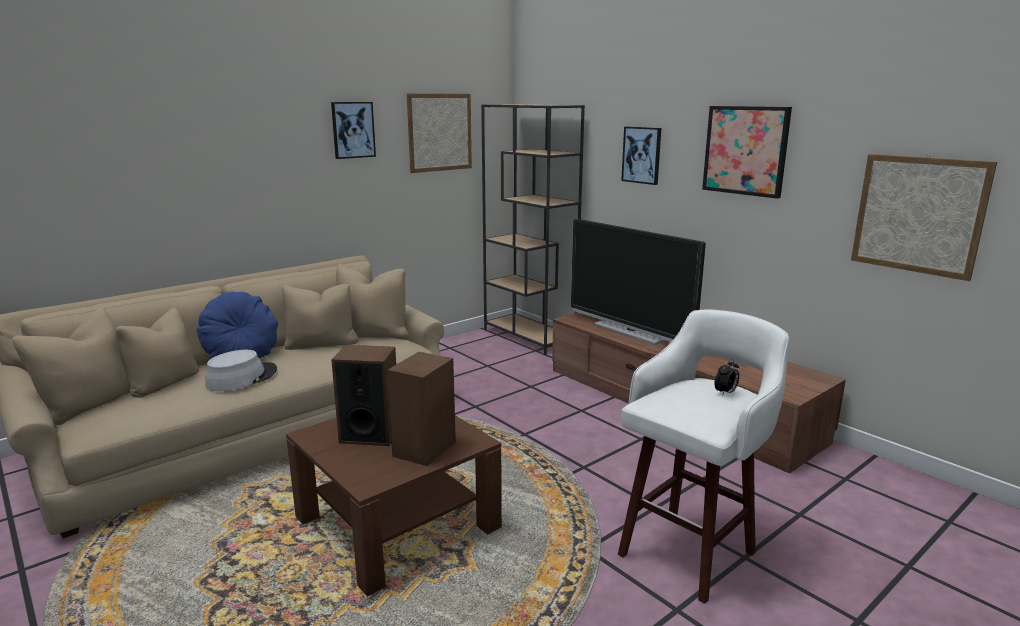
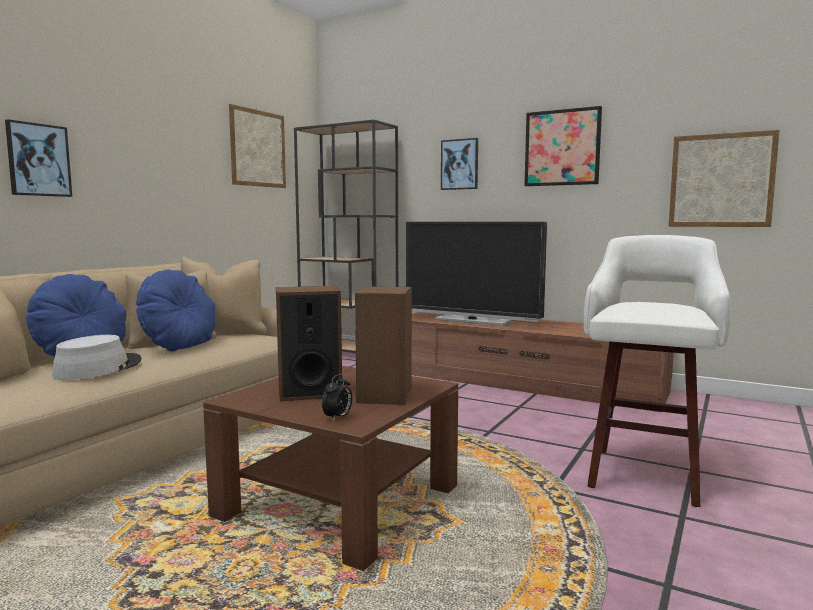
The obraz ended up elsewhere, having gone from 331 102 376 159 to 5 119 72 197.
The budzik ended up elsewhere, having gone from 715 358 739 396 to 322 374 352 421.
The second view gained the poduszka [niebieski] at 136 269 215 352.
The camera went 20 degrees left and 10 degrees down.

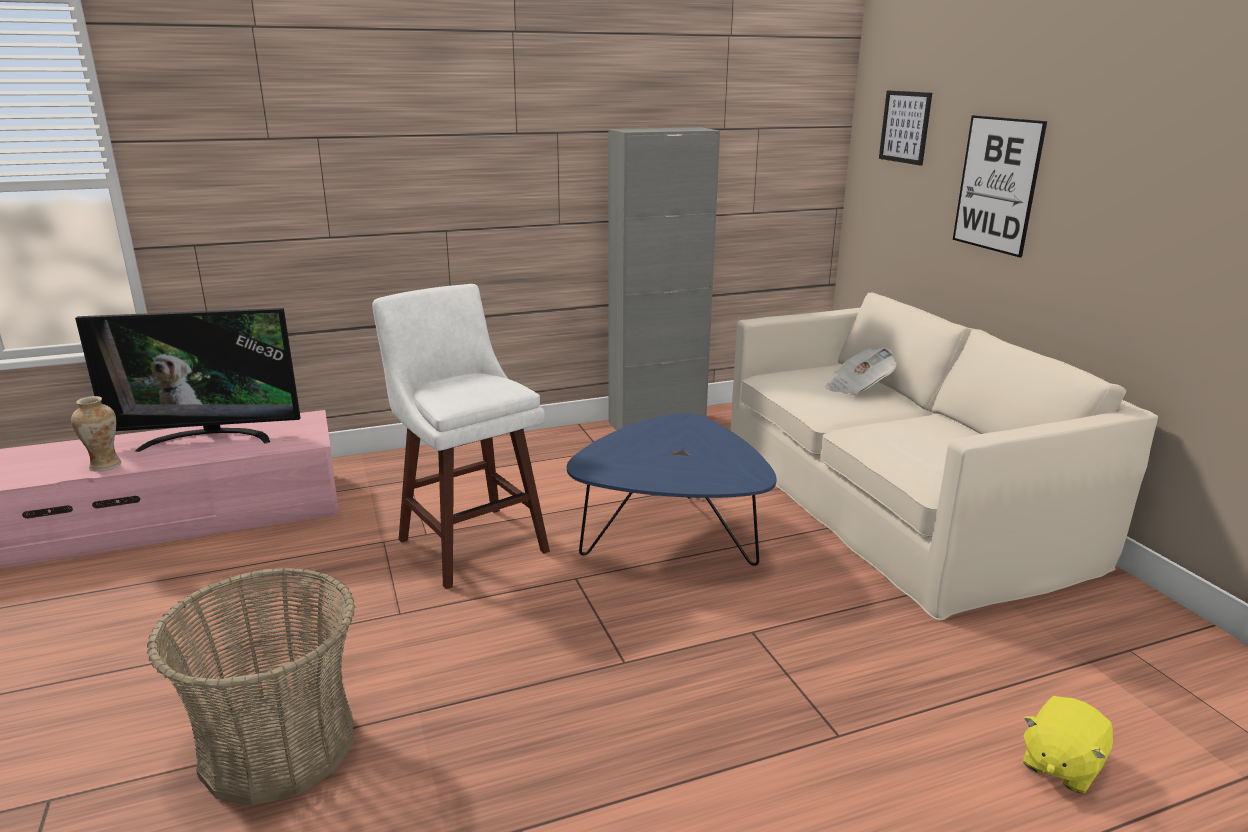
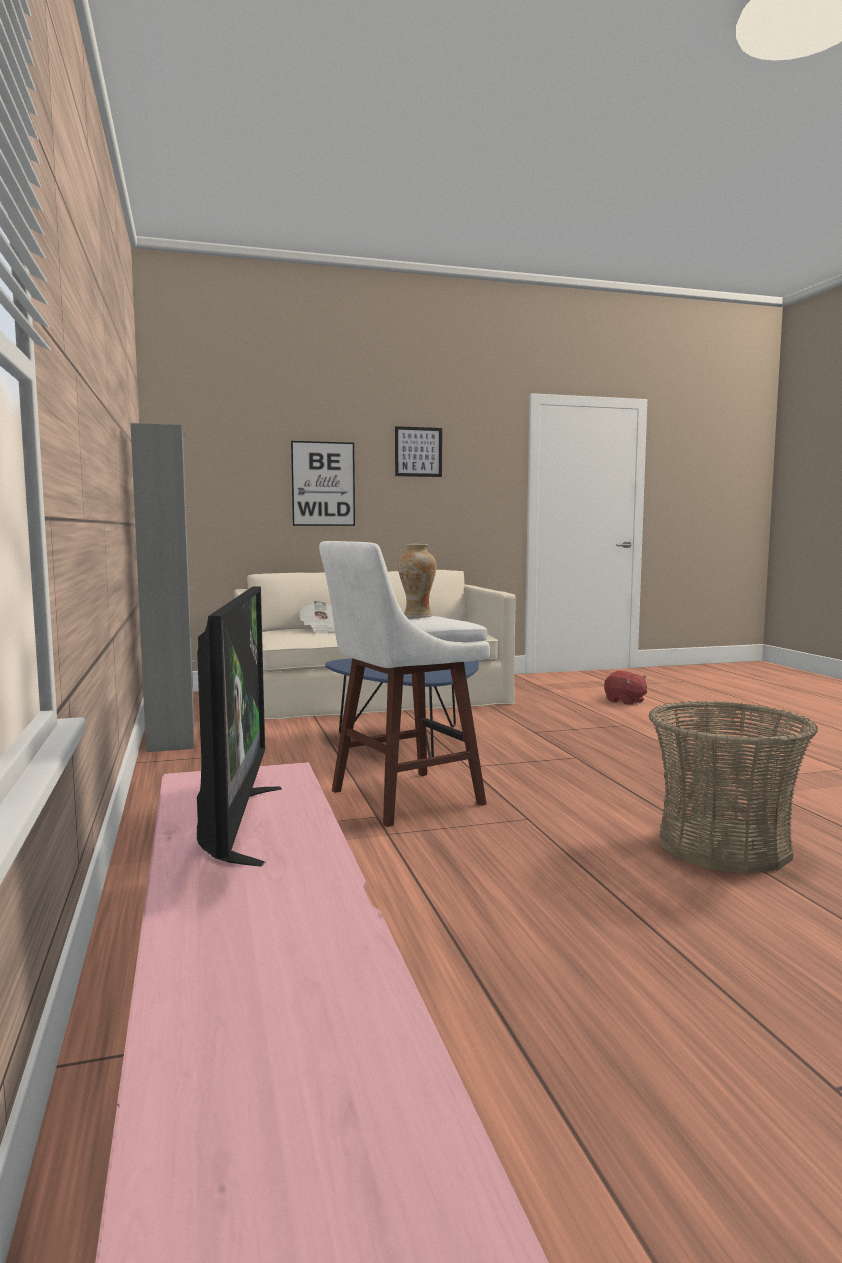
The obraz ended up elsewhere, having gone from 879 91 932 166 to 395 426 442 477.
The wazon ended up elsewhere, having gone from 71 396 121 471 to 398 544 436 618.
What was the pluszak [żółty] at 1023 696 1113 794 turned into the pluszak [czerwony] at 604 671 647 705.
The camera went 85 degrees left and 15 degrees down.

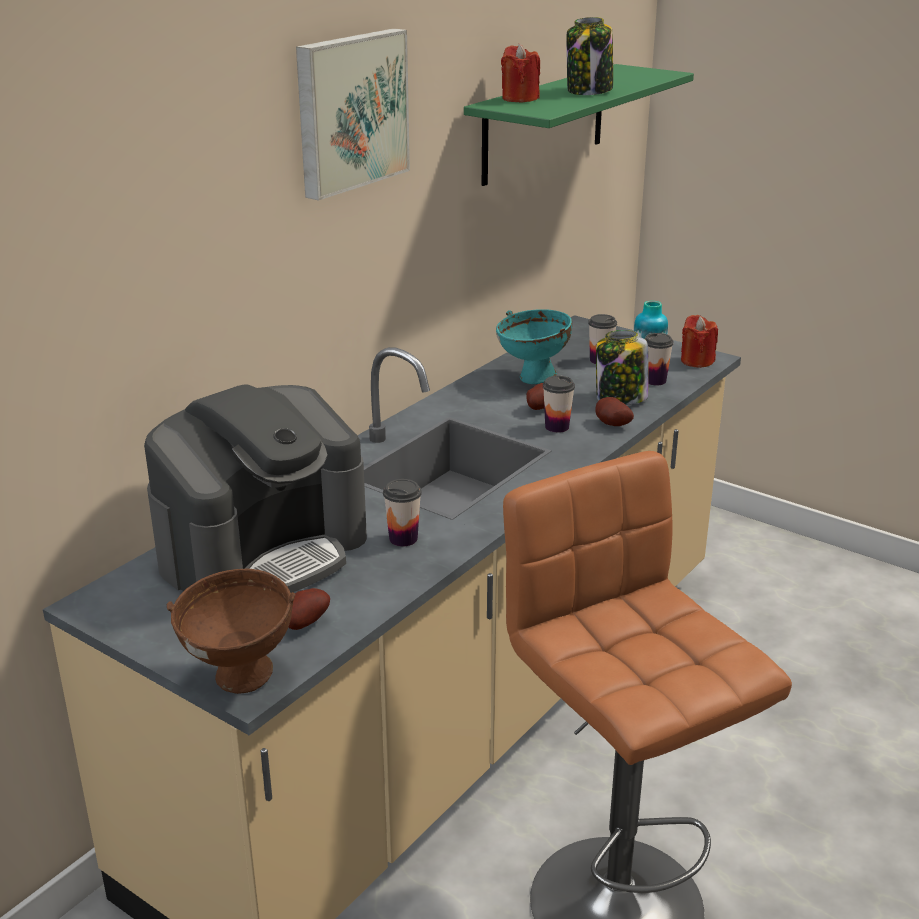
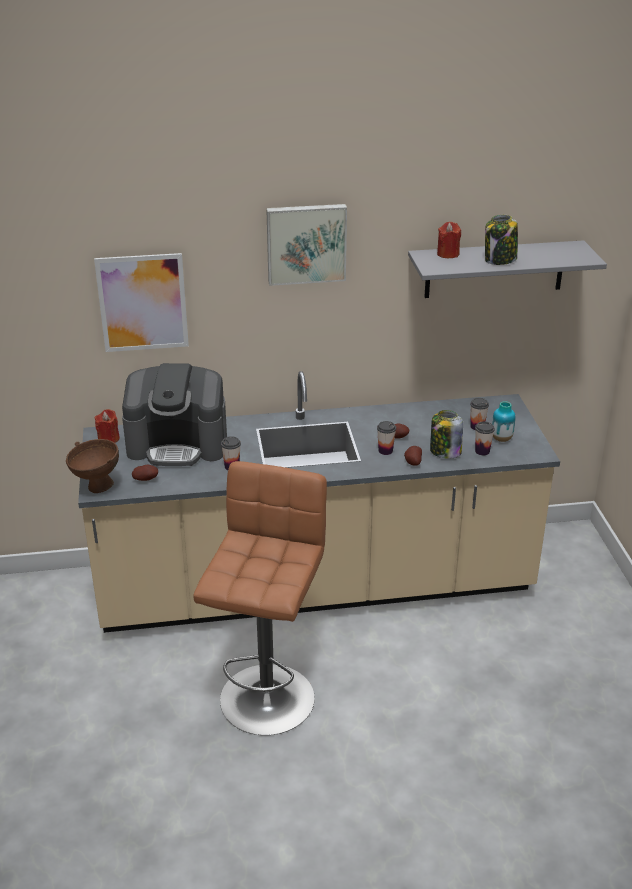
What was the półka [zielony] at 464 64 694 186 turned into the półka [szary] at 408 240 607 298.
The second view lost the miska [turkusowy] at 496 309 572 384.
The świeca [czerwony] ended up elsewhere, having gone from 681 315 718 368 to 95 409 120 443.
The second view gained the obraz at 94 253 189 352.
The camera went 45 degrees right and 5 degrees up.

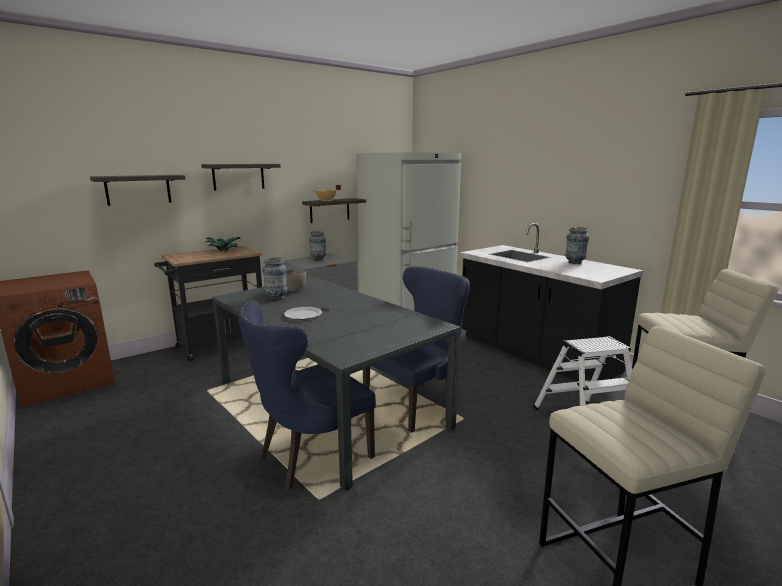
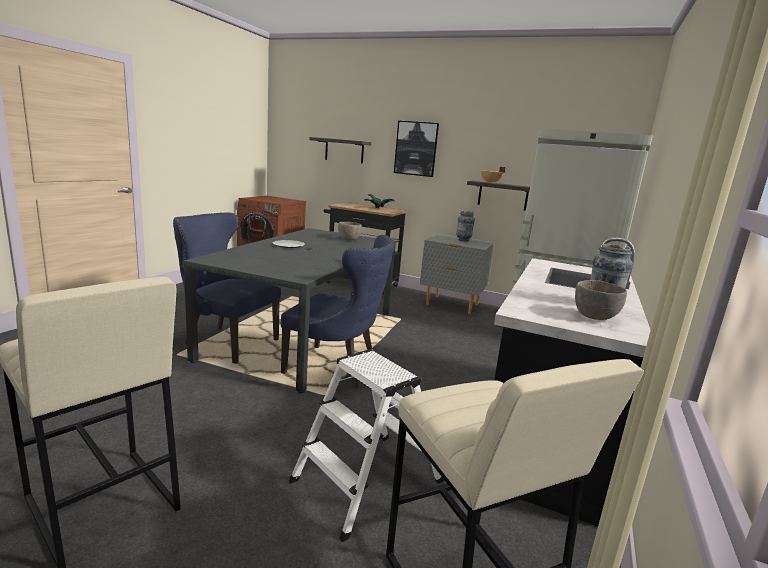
Where the półka hung at 201 164 281 191, the obraz came to hang at 394 121 439 177.
The second view lost the wazon at 262 257 287 300.
The second view gained the miska [szary] at 575 280 627 320.
The camera went 60 degrees right and 0 degrees up.

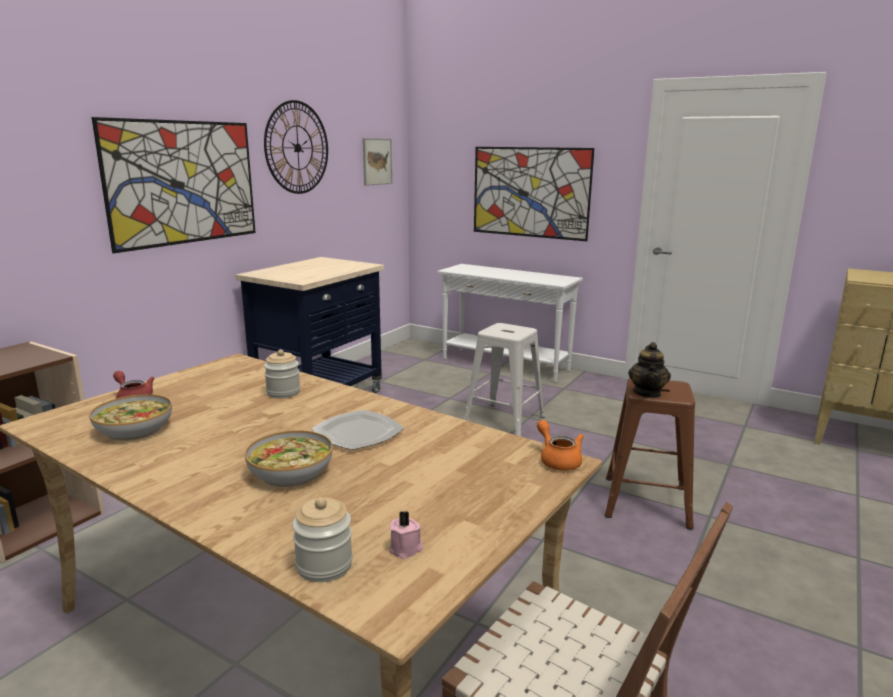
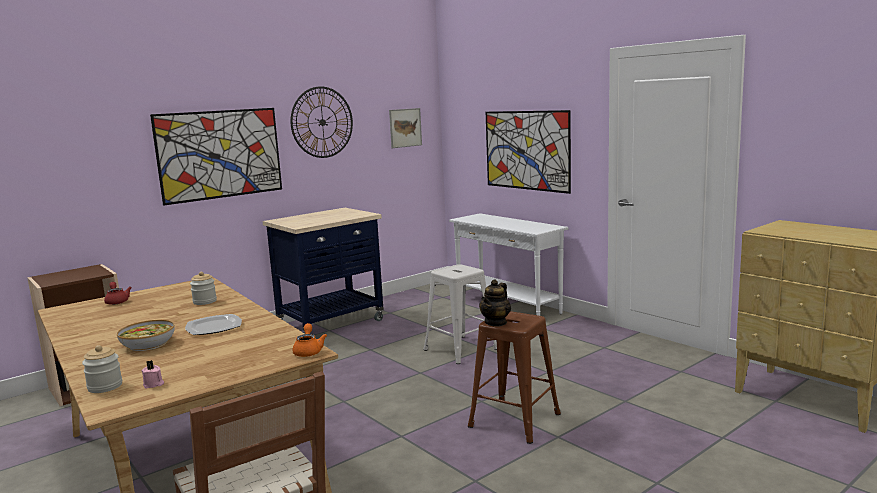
The second view lost the miska at 89 394 172 441.
The camera went 20 degrees right and 5 degrees down.

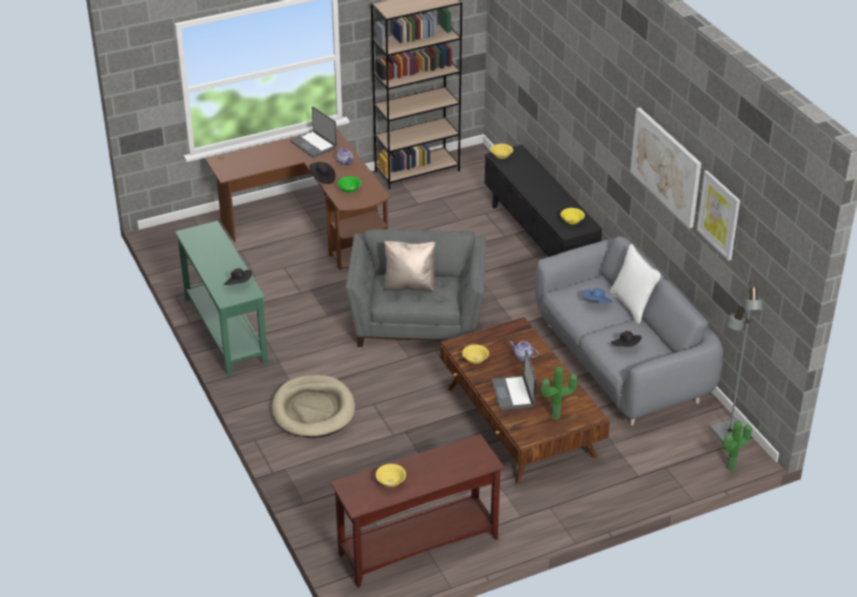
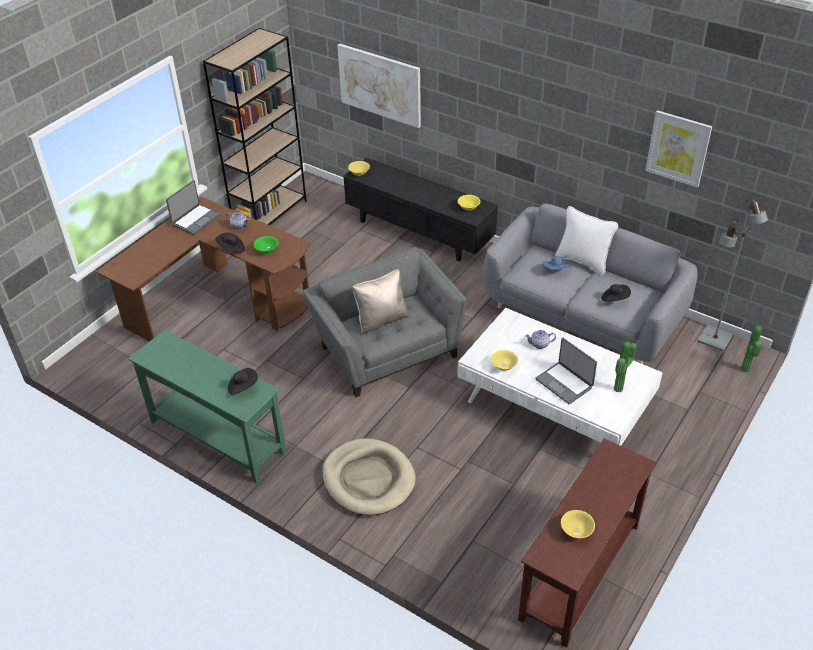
The laptop at 291 106 337 158 ended up facing another way, 75 degrees counterclockwise from before.
The obraz ended up elsewhere, having gone from 630 108 701 228 to 337 43 421 128.
What was the ława [brązowy] at 440 317 610 484 turned into the ława [biały] at 457 308 663 446.
The camera went 30 degrees left and 5 degrees up.

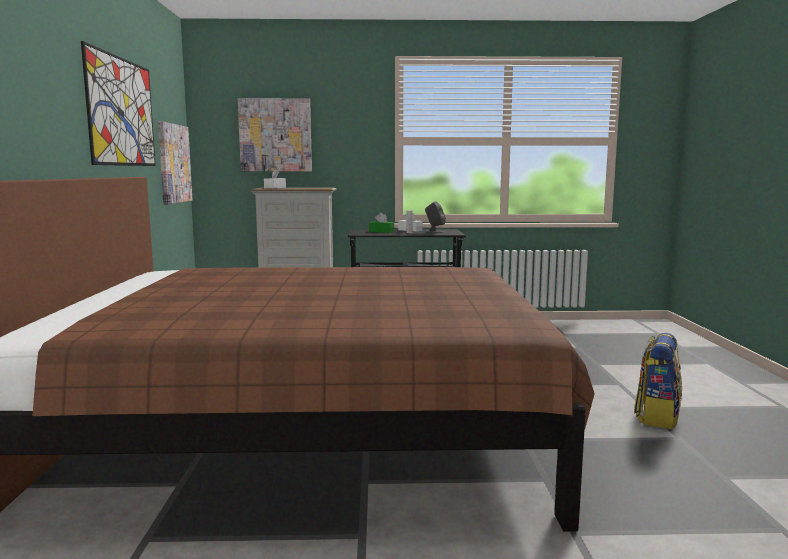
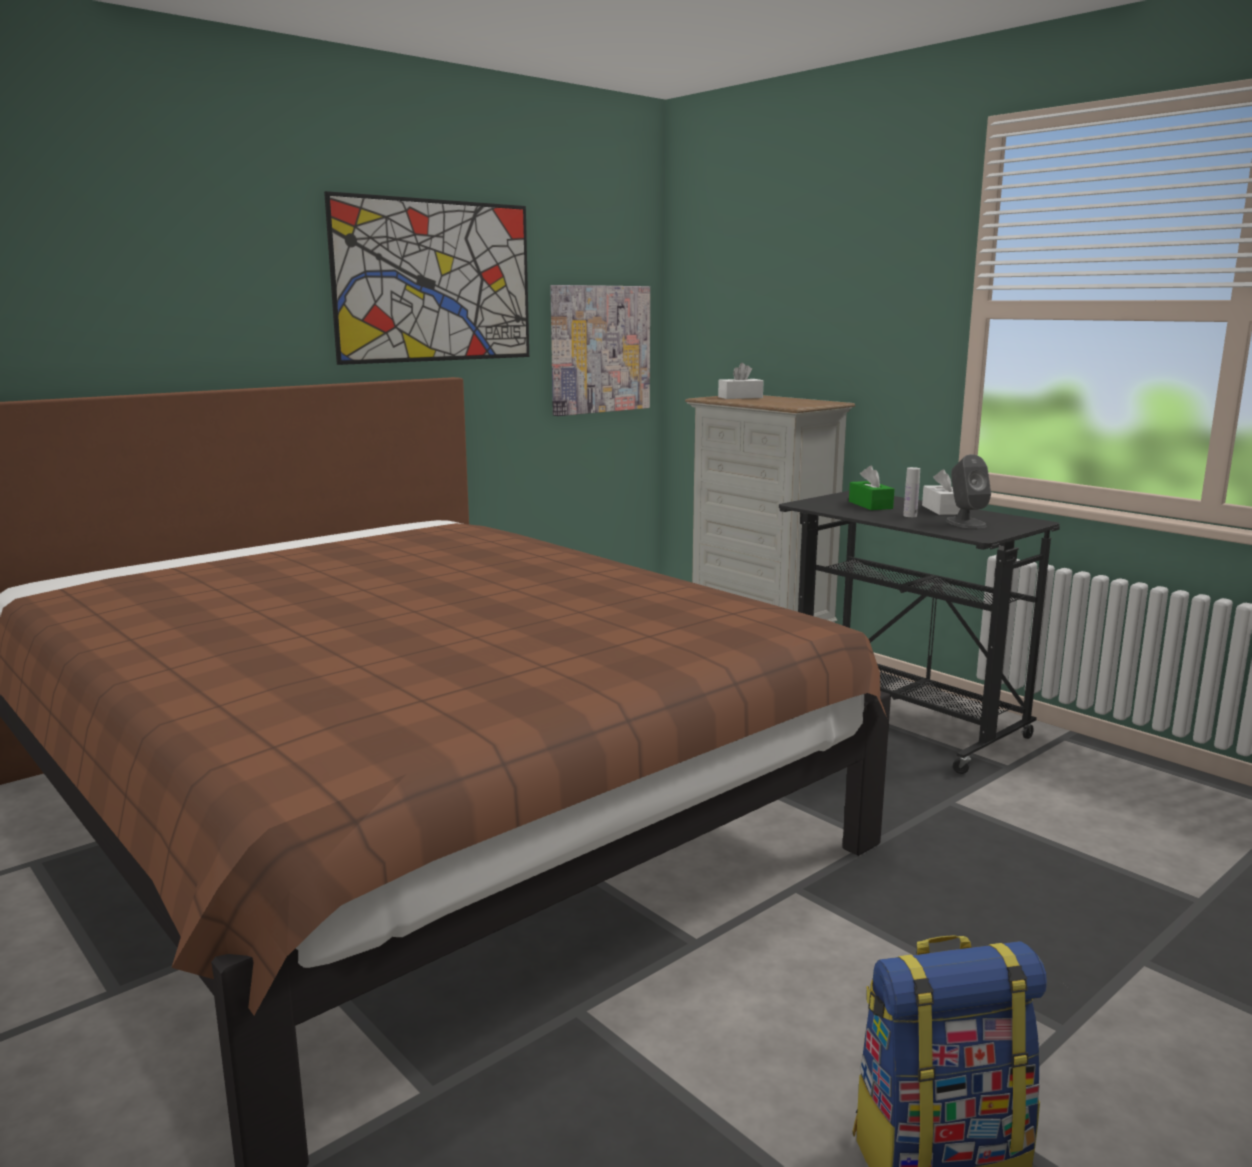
The second view lost the obraz at 238 98 312 172.
The camera went 50 degrees right and 5 degrees up.

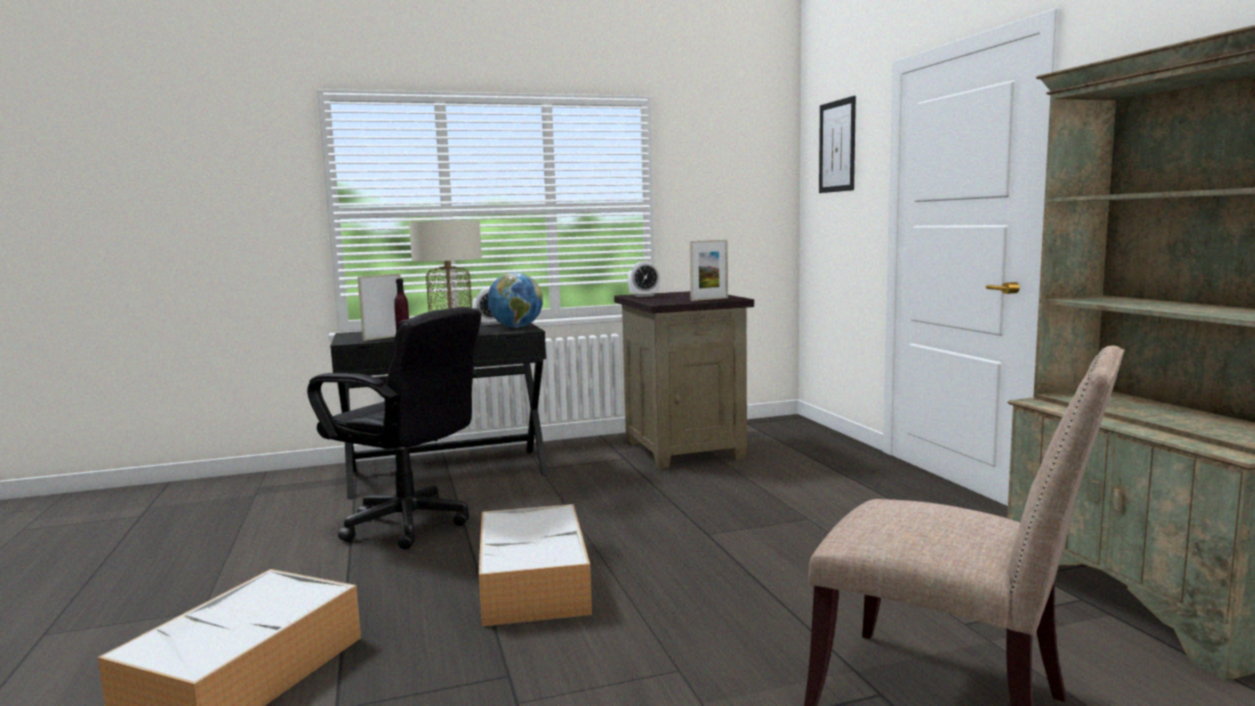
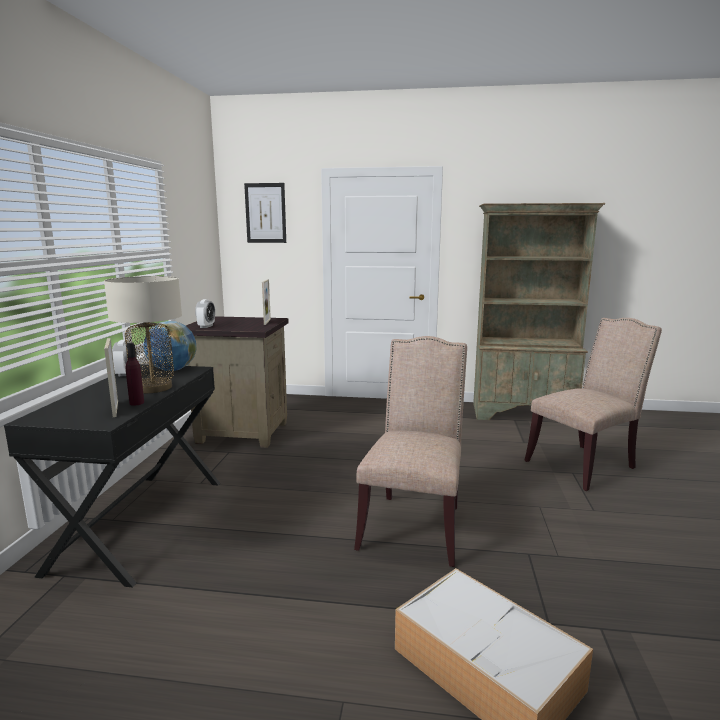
The second view lost the krzesło biurowe [czarny] at 307 307 482 550.
Where the pojemnik do przechowywania stood at 479 504 592 626, the krzesło [beżowy] came to stand at 354 336 467 567.
The camera went 65 degrees left and 5 degrees up.

